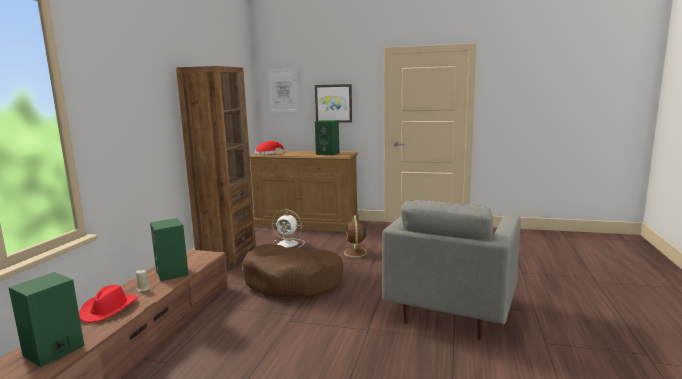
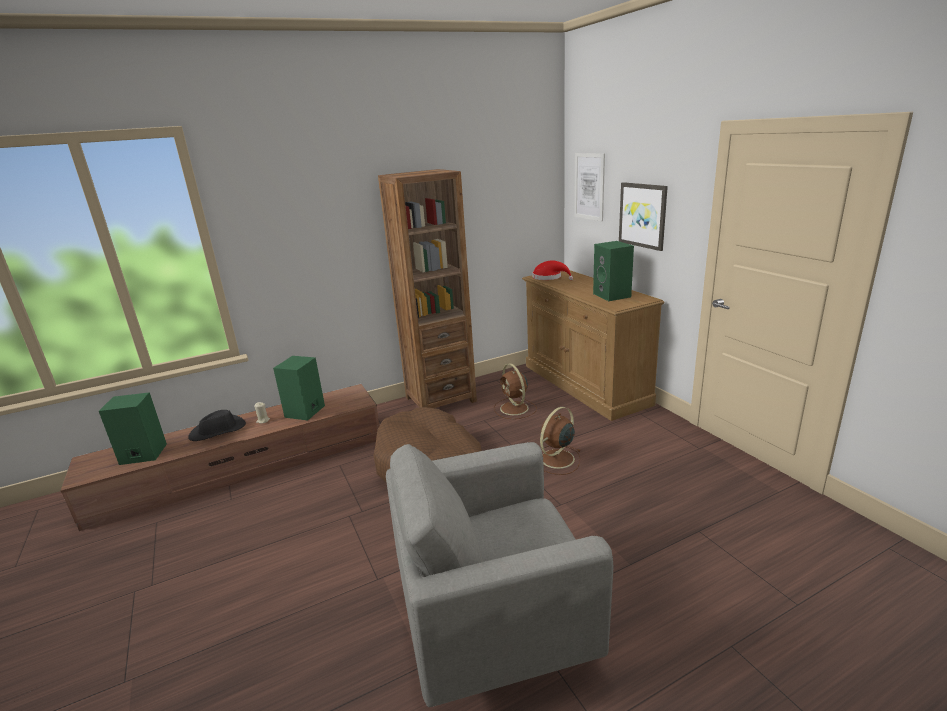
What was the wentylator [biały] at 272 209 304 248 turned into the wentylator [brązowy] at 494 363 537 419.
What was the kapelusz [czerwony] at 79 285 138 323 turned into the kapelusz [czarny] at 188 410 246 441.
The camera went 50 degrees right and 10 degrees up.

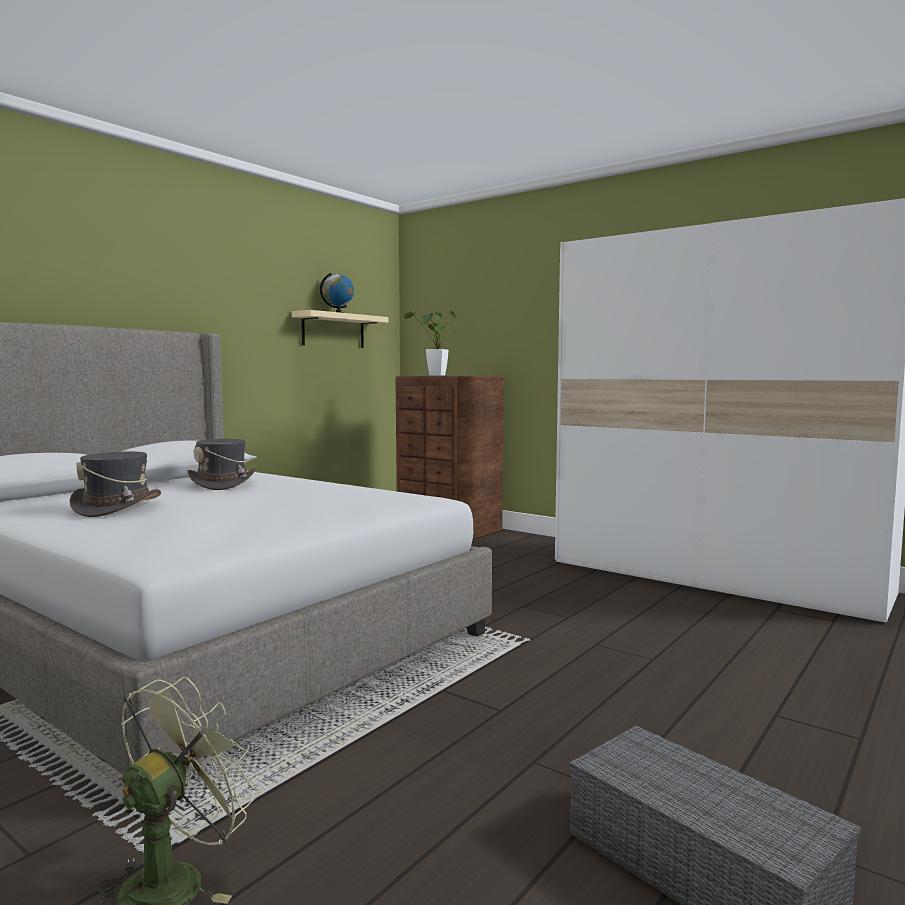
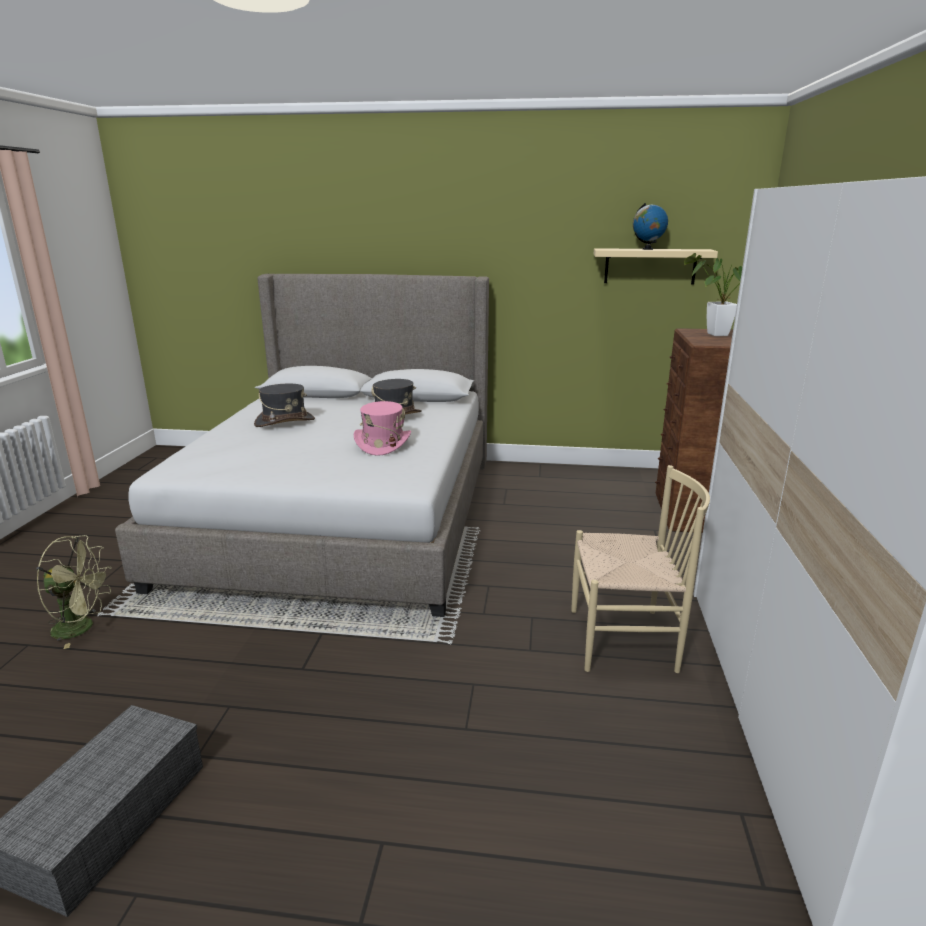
The second view gained the kapelusz [różowy] at 354 401 411 456.
The second view gained the krzesło [beżowy] at 571 465 710 673.
The camera went 60 degrees right and 15 degrees up.

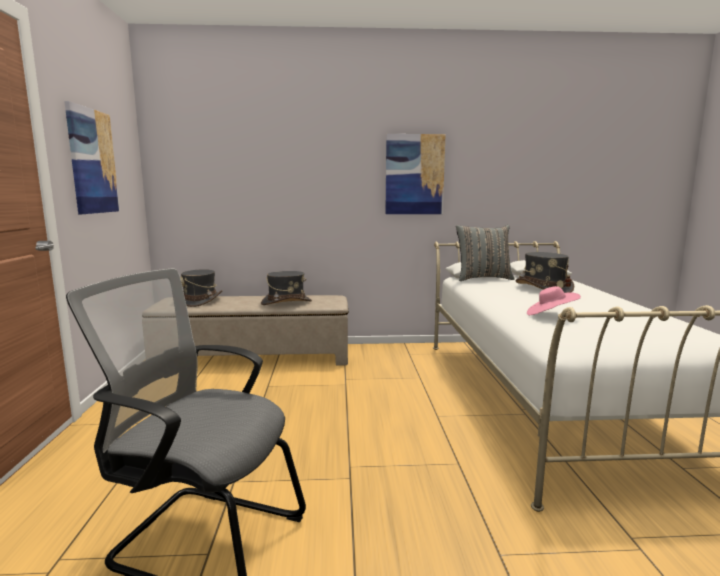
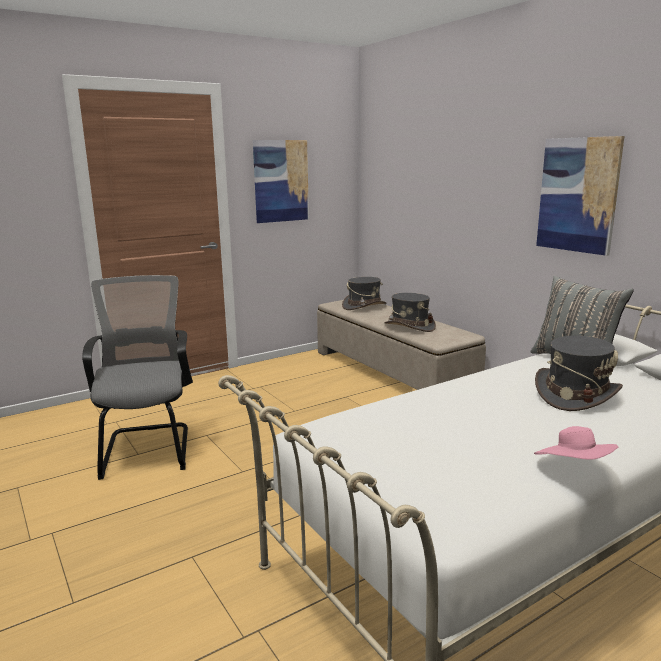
The kapelusz [różowy] ended up elsewhere, having gone from 527 286 581 315 to 534 426 618 460.
The camera went 60 degrees right and 5 degrees up.

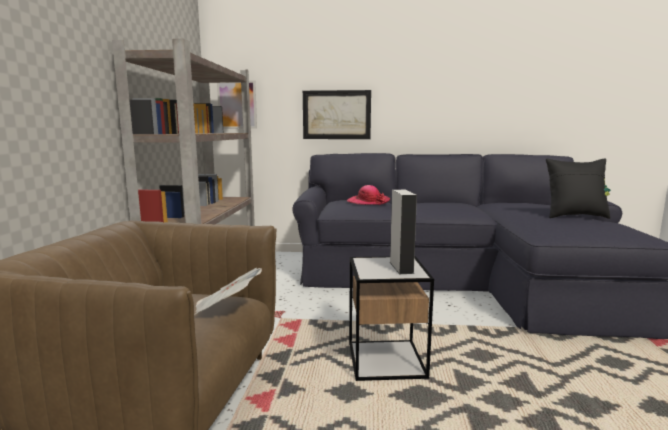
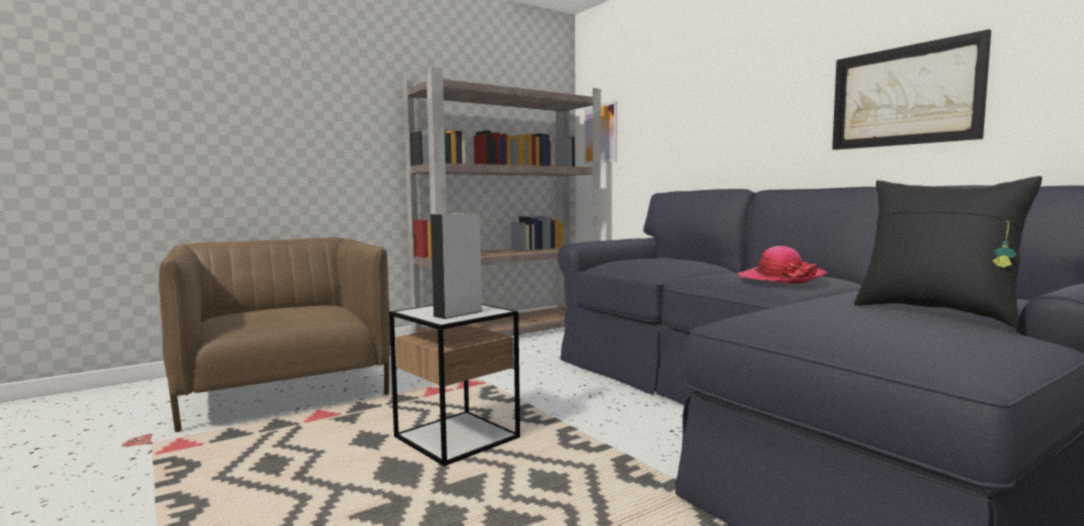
The obraz ended up elsewhere, having gone from 303 90 371 139 to 832 29 991 150.
The kapelusz ended up elsewhere, having gone from 347 185 390 205 to 738 246 827 284.
The second view lost the gazeta at 194 268 262 315.
The camera went 50 degrees right and 5 degrees down.

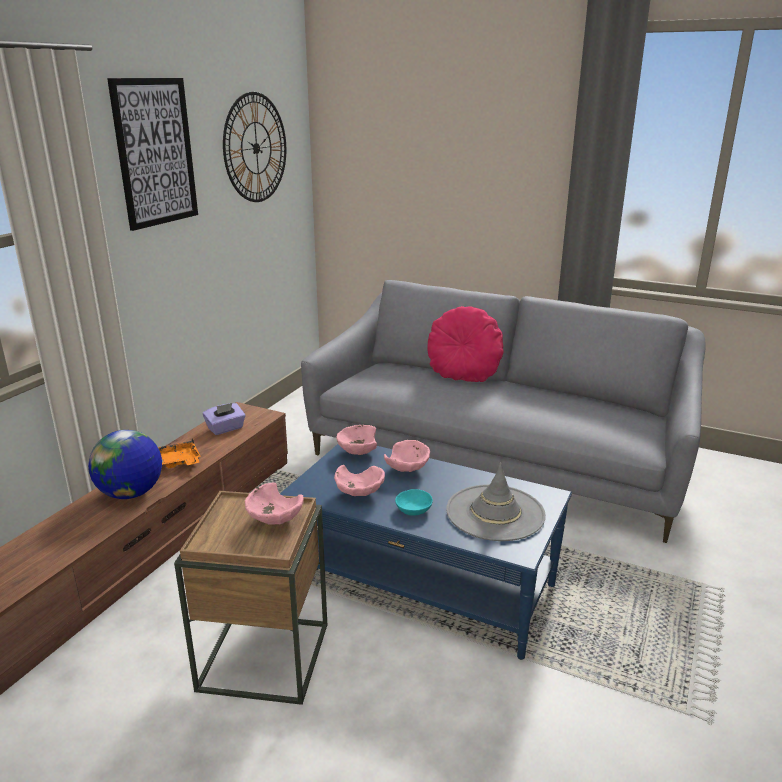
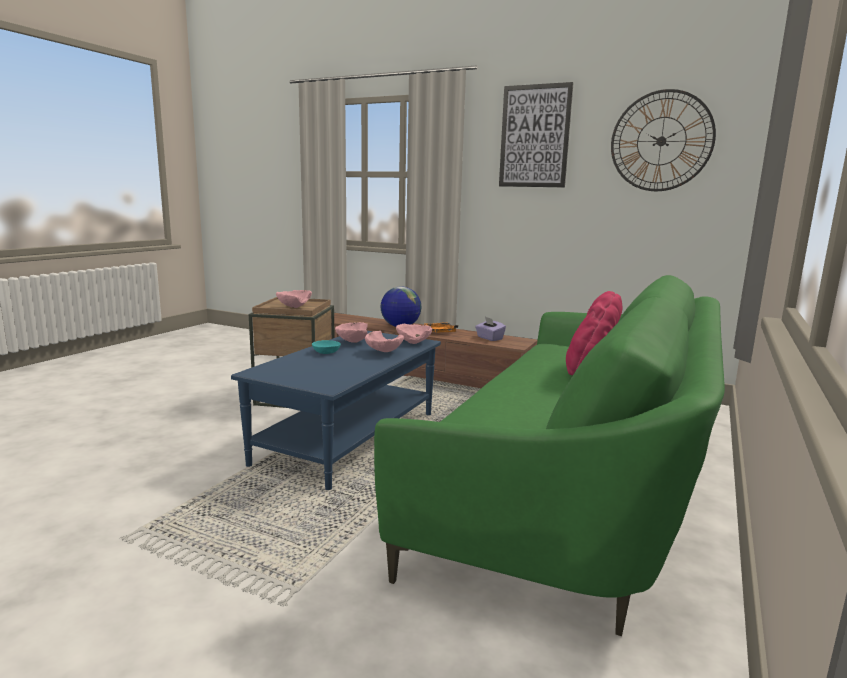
What was the kanapa [szary] at 301 280 706 543 turned into the kanapa [zielony] at 374 275 725 636.
The second view lost the kapelusz [szary] at 446 462 546 541.
The camera went 90 degrees right and 10 degrees down.

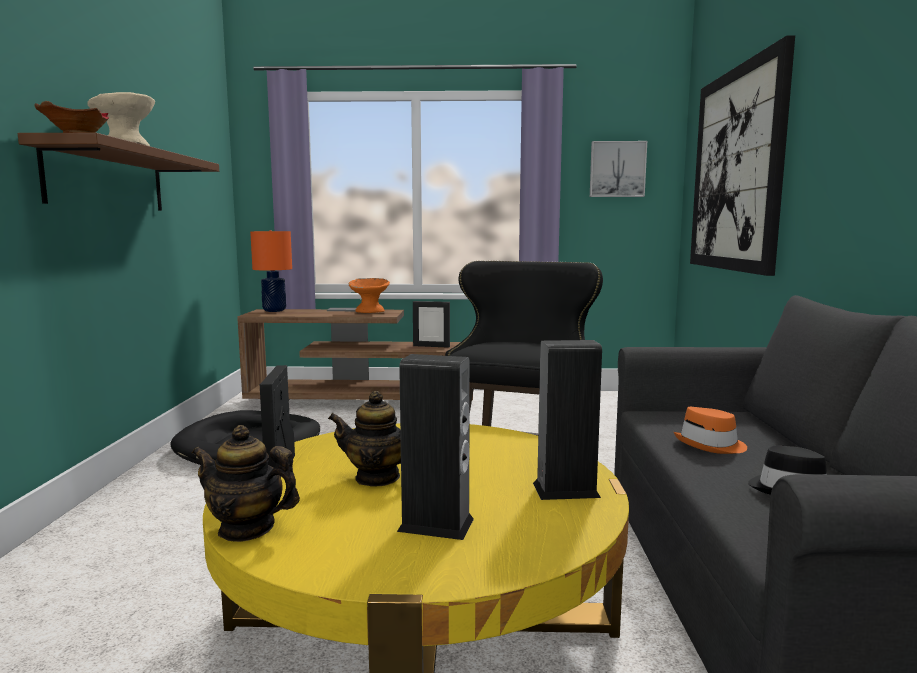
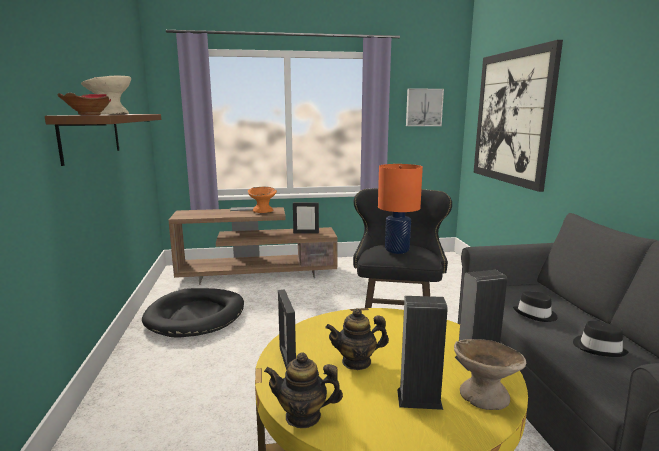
The lampa stołowa [pomarańczowy] ended up elsewhere, having gone from 250 230 292 312 to 378 164 423 254.
What was the kapelusz [pomarańczowy] at 674 407 747 454 turned into the kapelusz [czarny] at 513 291 558 322.
The second view gained the miska [beżowy] at 454 339 526 410.
The camera went 10 degrees left and 5 degrees up.

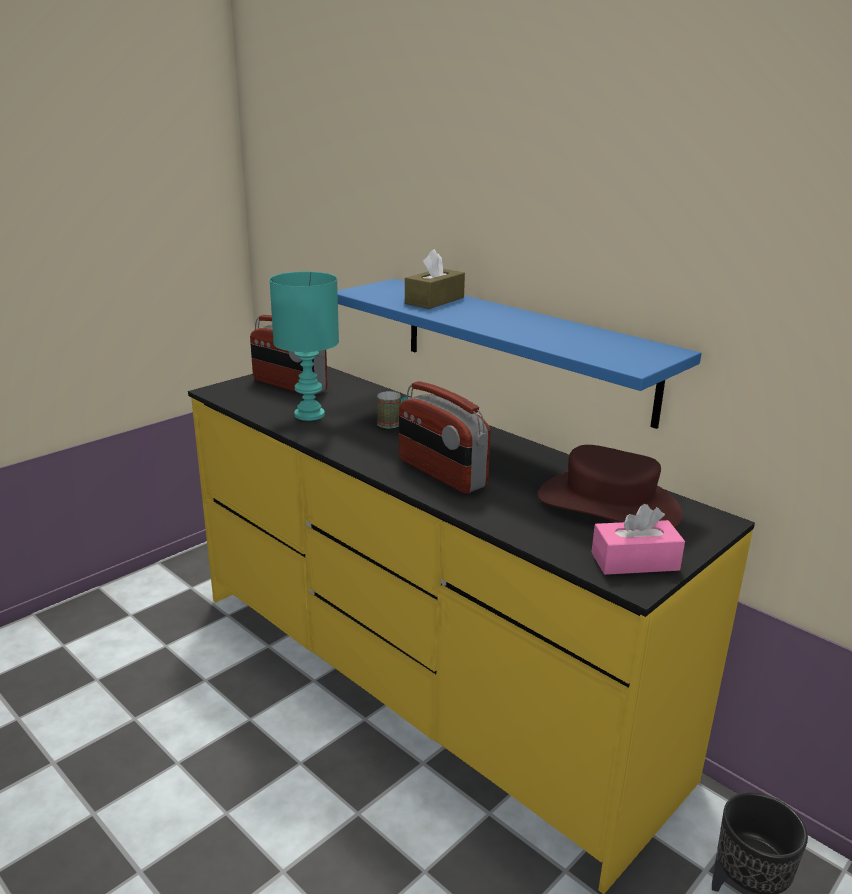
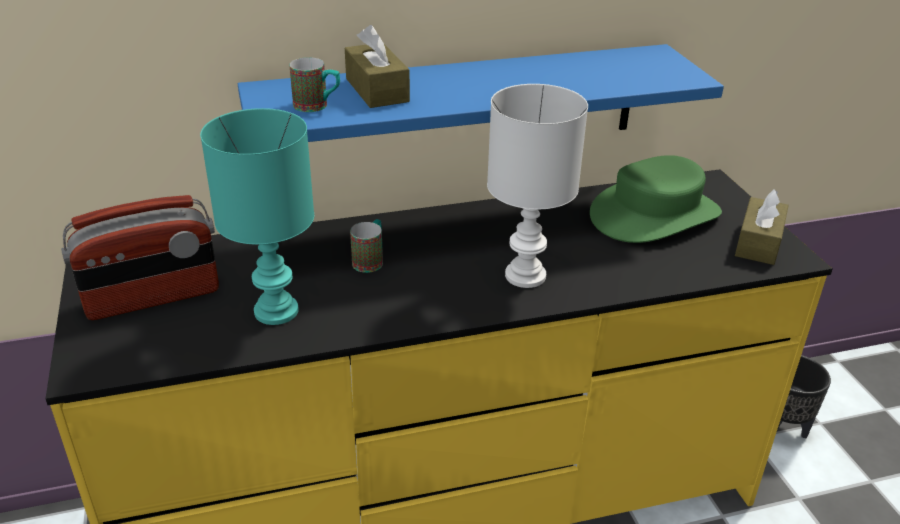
Where the radio stood at 399 381 491 494, the lampa stołowa [biały] came to stand at 487 84 588 288.
What was the kapelusz [brązowy] at 538 445 683 528 turned into the kapelusz [zielony] at 590 155 722 243.
What was the pudełko chusteczek [różowy] at 591 504 685 575 turned into the pudełko chusteczek [brązowy] at 735 189 789 265.
The second view gained the kubek at 289 57 340 112.
The camera went 60 degrees left and 10 degrees up.

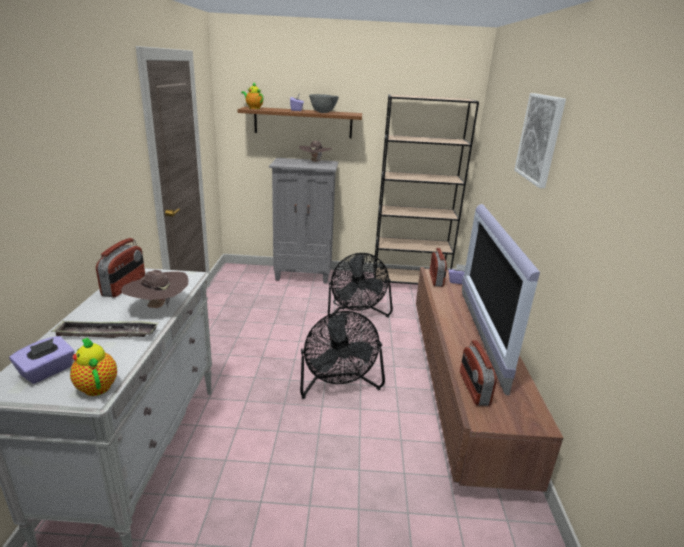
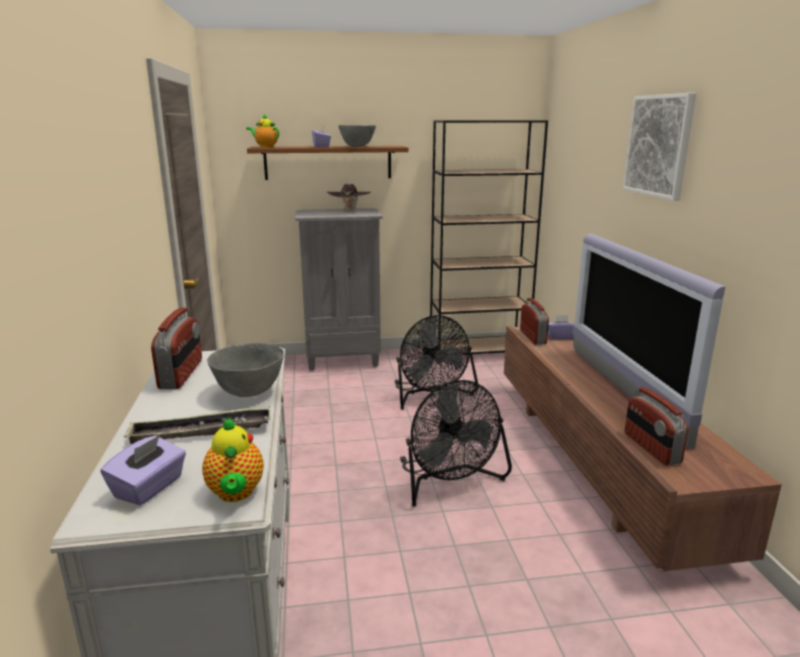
Where the kapelusz [brązowy] stood at 121 270 188 308, the miska [szary] came to stand at 207 343 284 397.
The imbryk at 70 337 117 396 ended up facing another way, 150 degrees counterclockwise from before.
The camera went 10 degrees left and 5 degrees down.

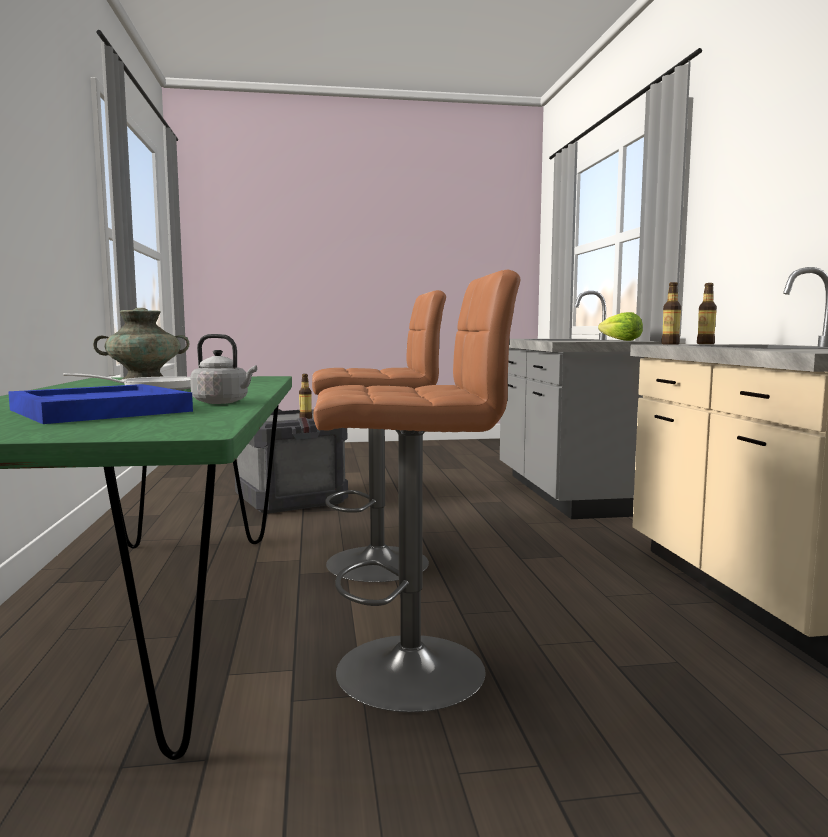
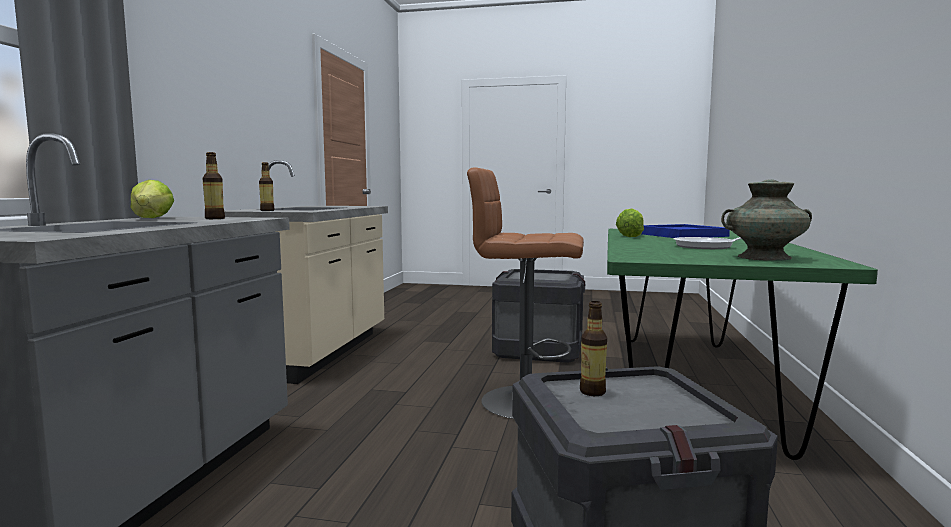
Where the stołek [brązowy] stood at 314 270 520 712, the skrzynka came to stand at 492 269 585 363.
The butelka ended up elsewhere, having gone from 661 282 681 345 to 203 152 225 219.
Where the czajnik [szary] stood at 190 334 257 404, the sałata came to stand at 616 209 644 237.
The camera went 160 degrees left and 0 degrees up.

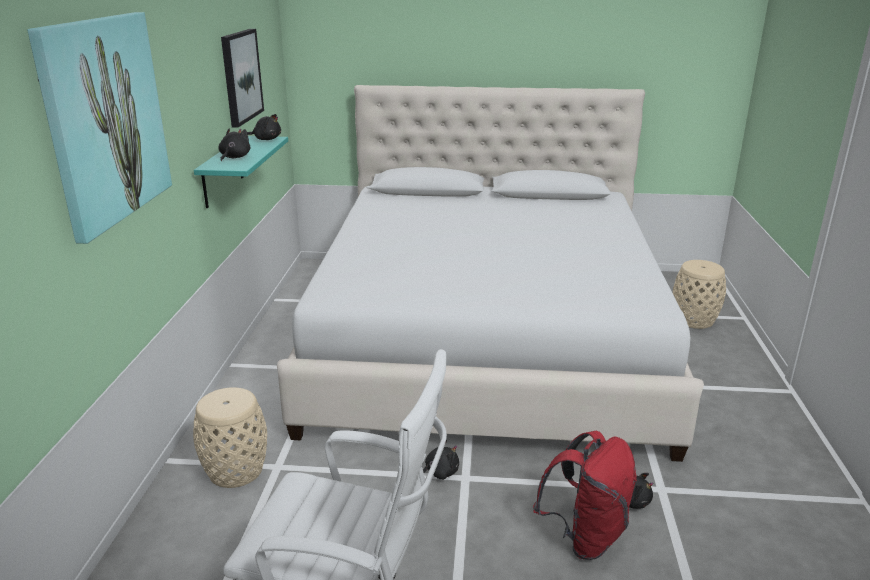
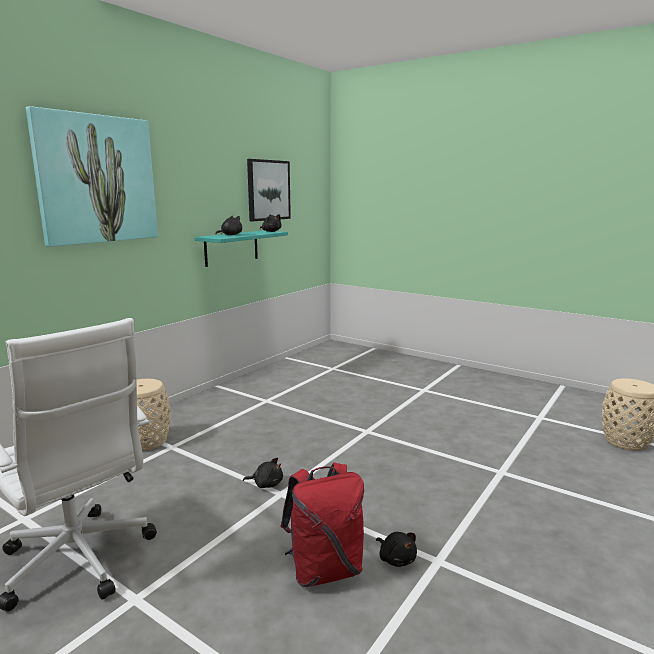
The second view lost the łóżko [biały] at 277 85 704 462.
The camera went 30 degrees right and 10 degrees down.

